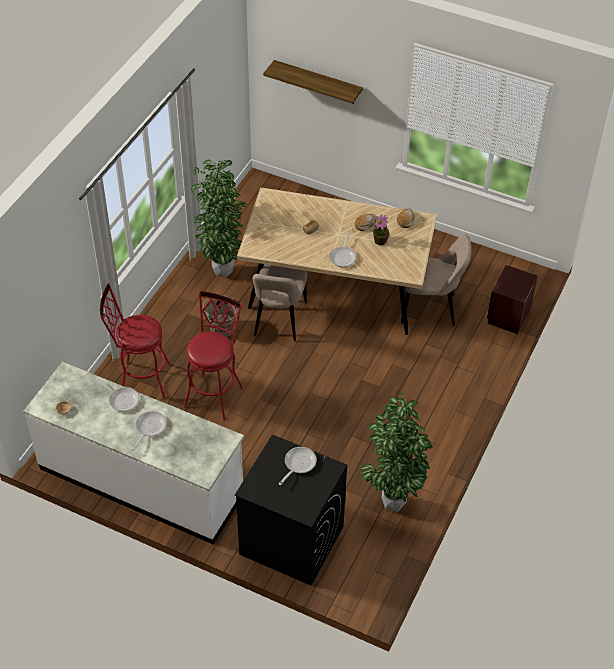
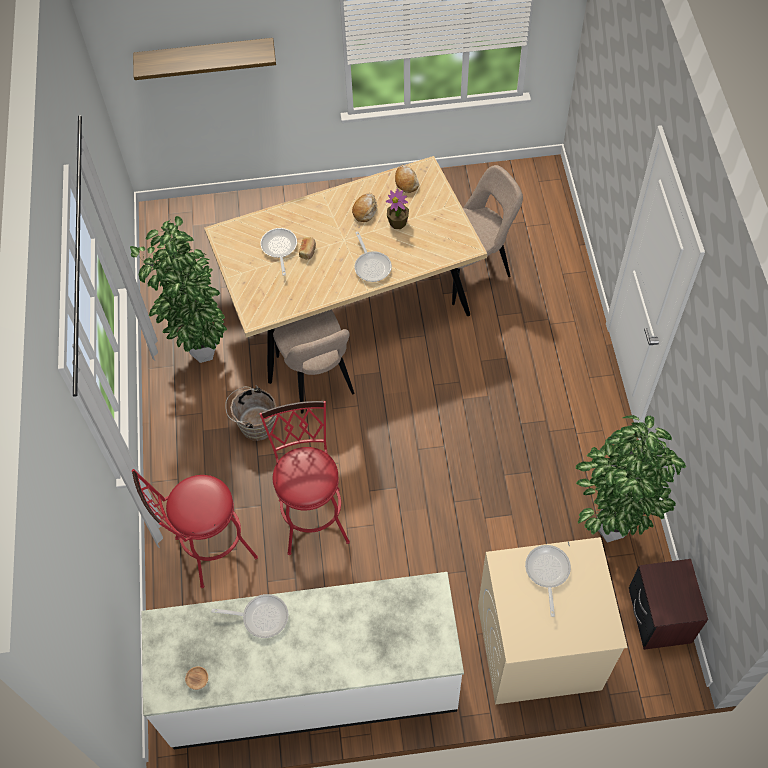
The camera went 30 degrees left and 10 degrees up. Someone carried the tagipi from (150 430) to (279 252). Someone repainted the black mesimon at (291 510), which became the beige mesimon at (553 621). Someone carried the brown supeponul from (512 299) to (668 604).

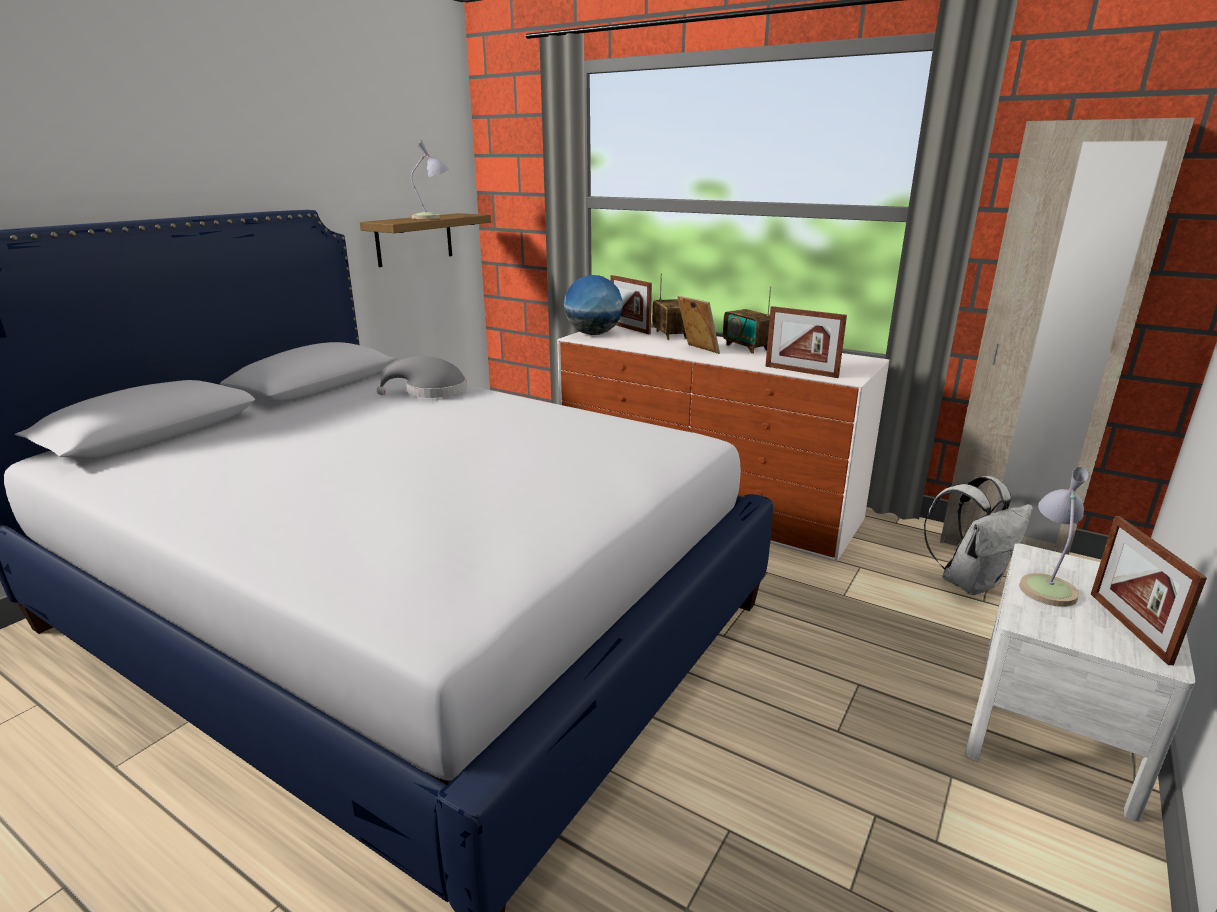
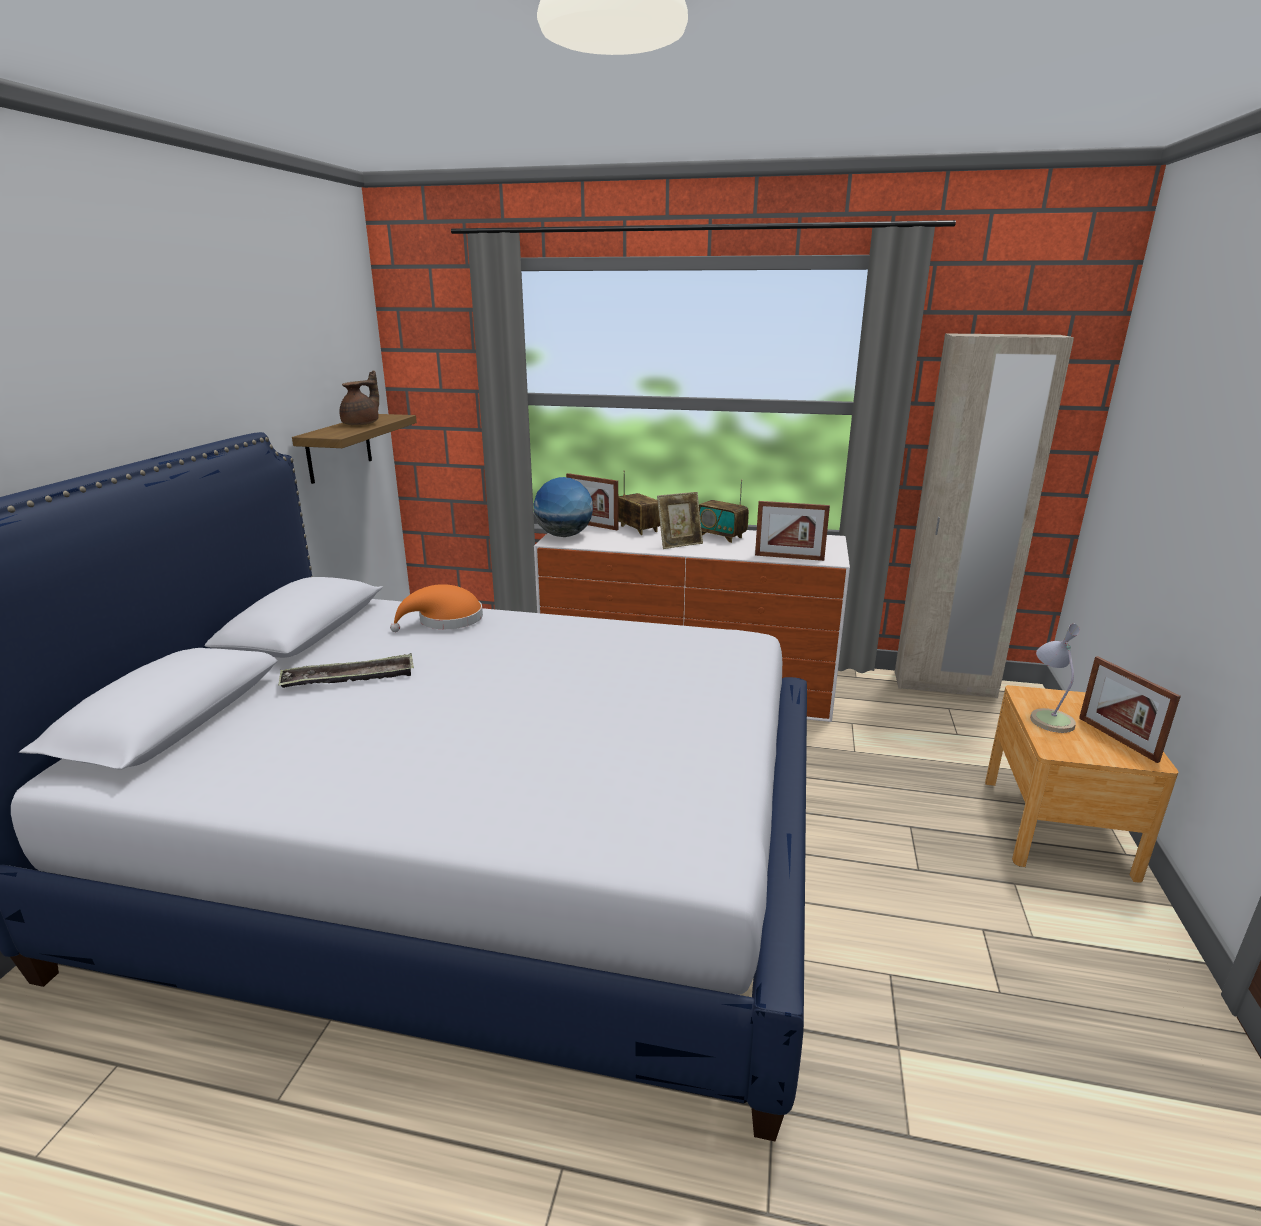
The camera went 20 degrees left and 0 degrees up. Someone repainted the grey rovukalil at (422 377), which became the orange rovukalil at (436 608). Someone swapped the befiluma at (430 179) for the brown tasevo at (359 397). Someone rotated the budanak at (698 325) by 120 degrees clockwise. Someone took away the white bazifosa at (978 535). Someone repainted the white supeponul at (1080 682), which became the brown supeponul at (1081 784). Someone put down the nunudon at (346 670).

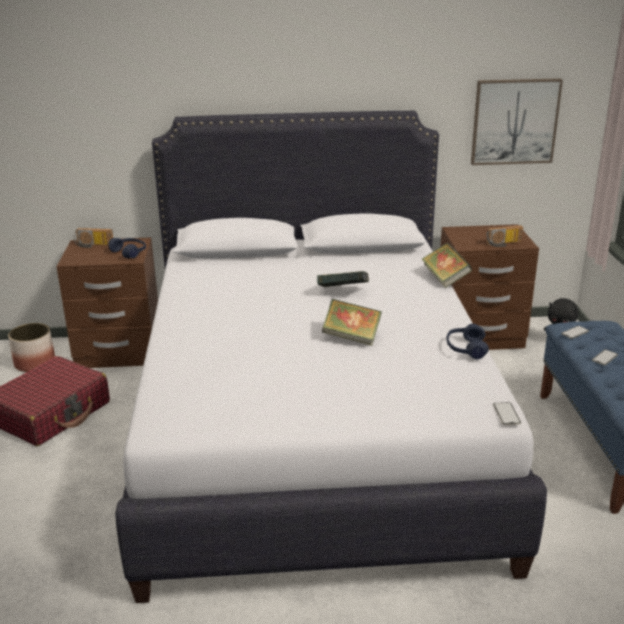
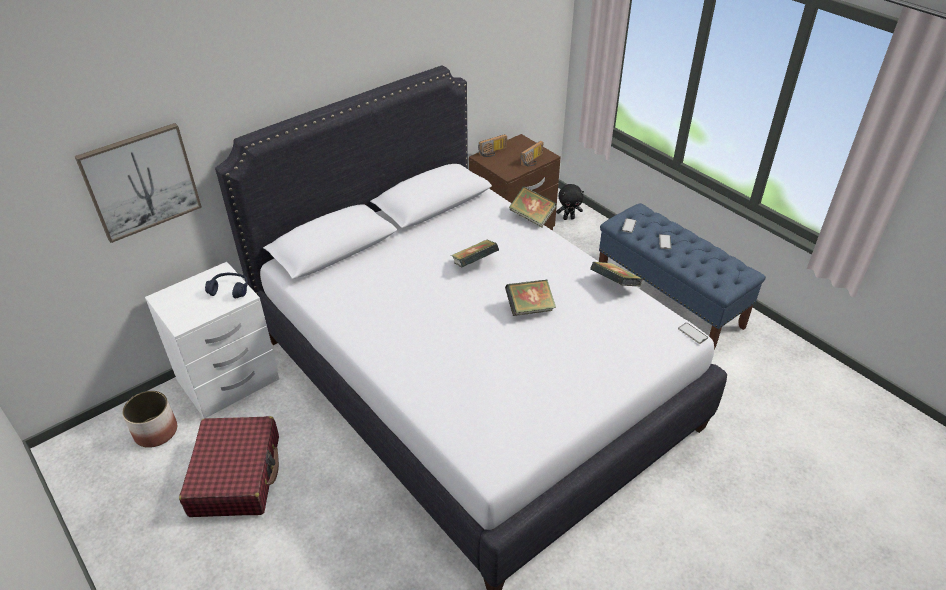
The camera went 35 degrees left and 15 degrees up. Someone repainted the brown supeponul at (107 302), which became the white supeponul at (212 340). Someone carried the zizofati from (93 238) to (492 145). Someone swapped the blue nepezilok at (468 342) for the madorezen at (616 274). Someone carried the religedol from (517 121) to (138 183).

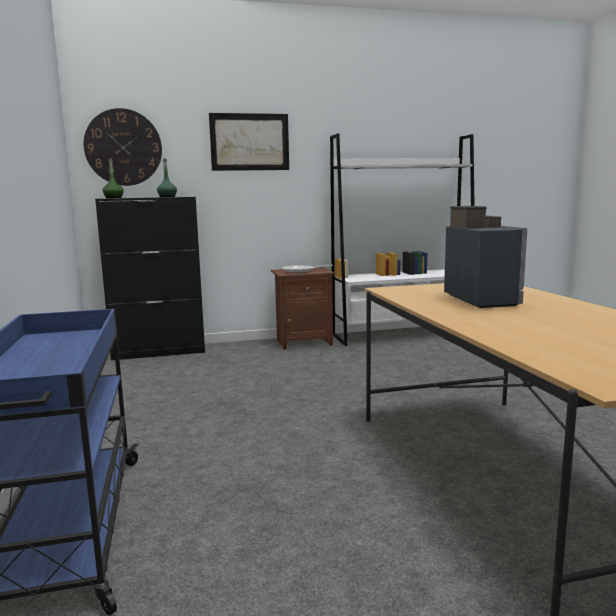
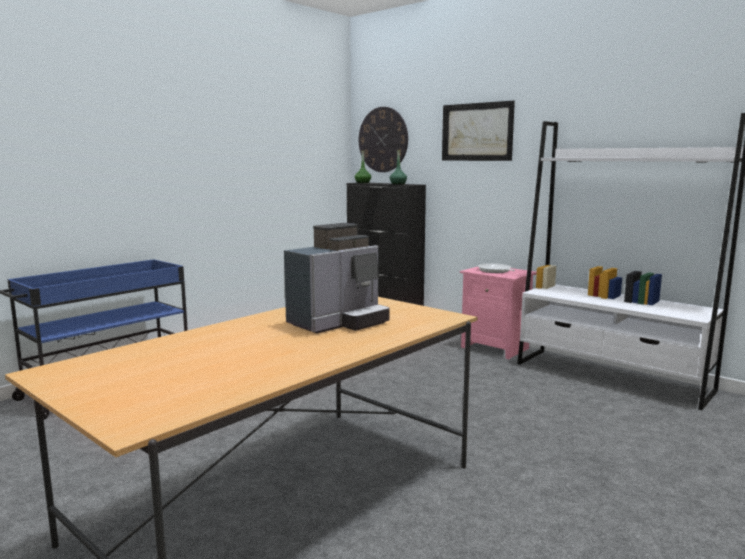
The camera went 55 degrees right and 0 degrees up. Someone repainted the brown supeponul at (303 308), which became the pink supeponul at (498 313).

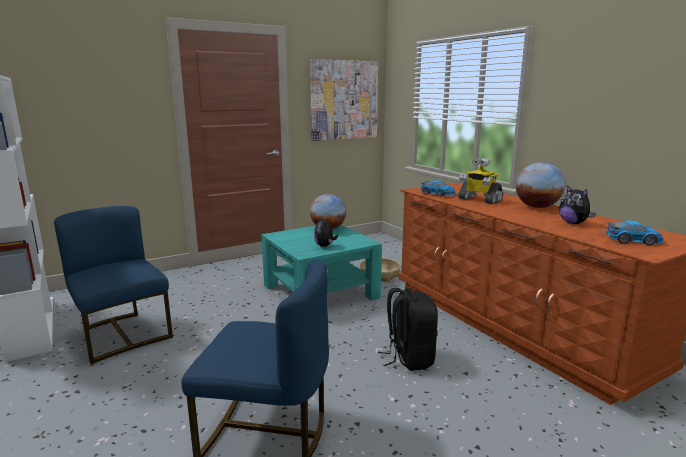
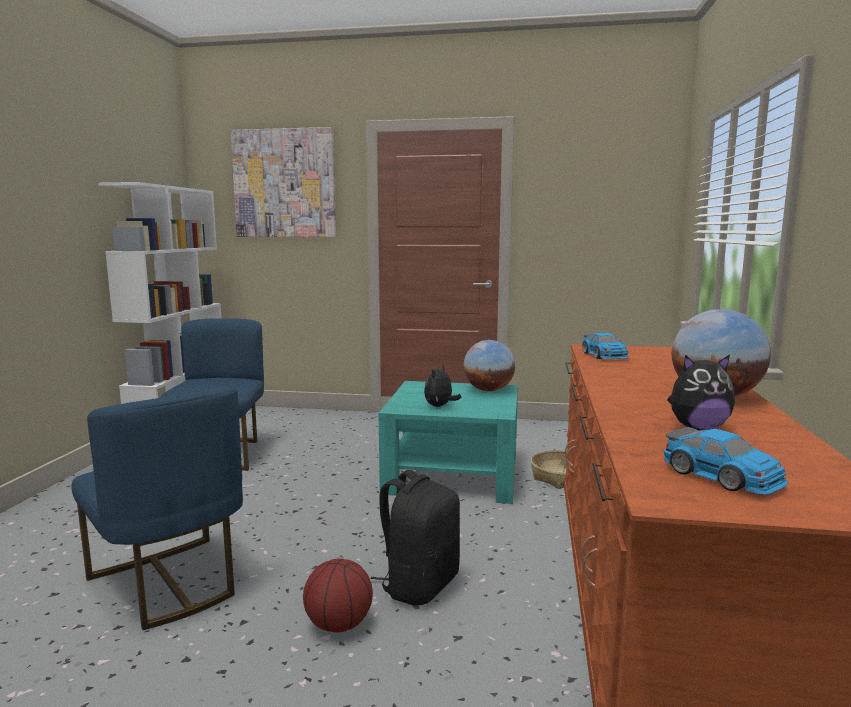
The camera went 40 degrees right and 5 degrees down. Someone carried the religedol from (344 100) to (283 182). Someone took away the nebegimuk at (480 181). Someone rotated the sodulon at (577 204) by 105 degrees counterclockwise. Someone put down the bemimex at (338 596).

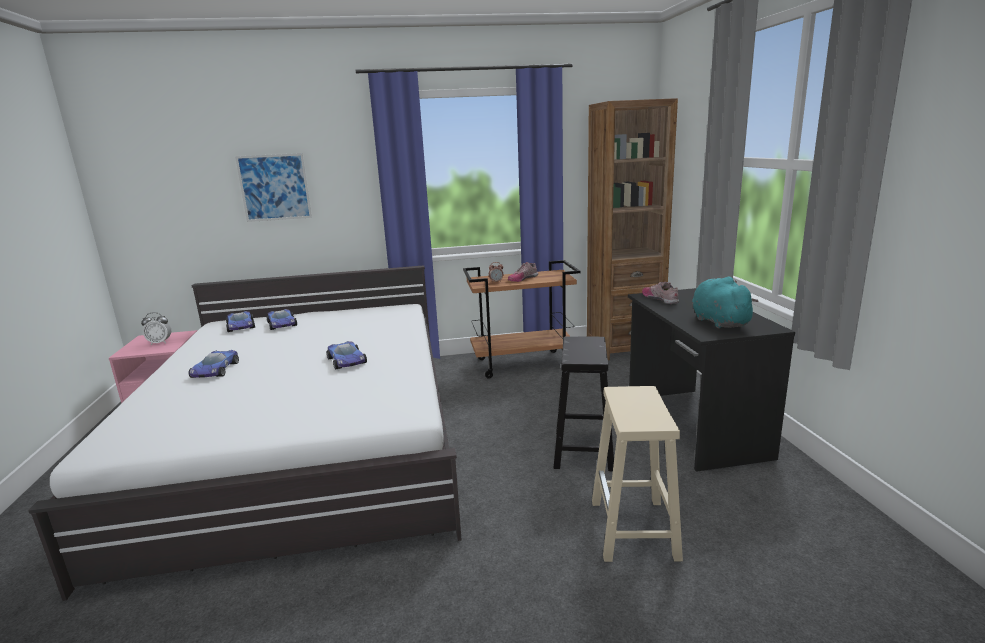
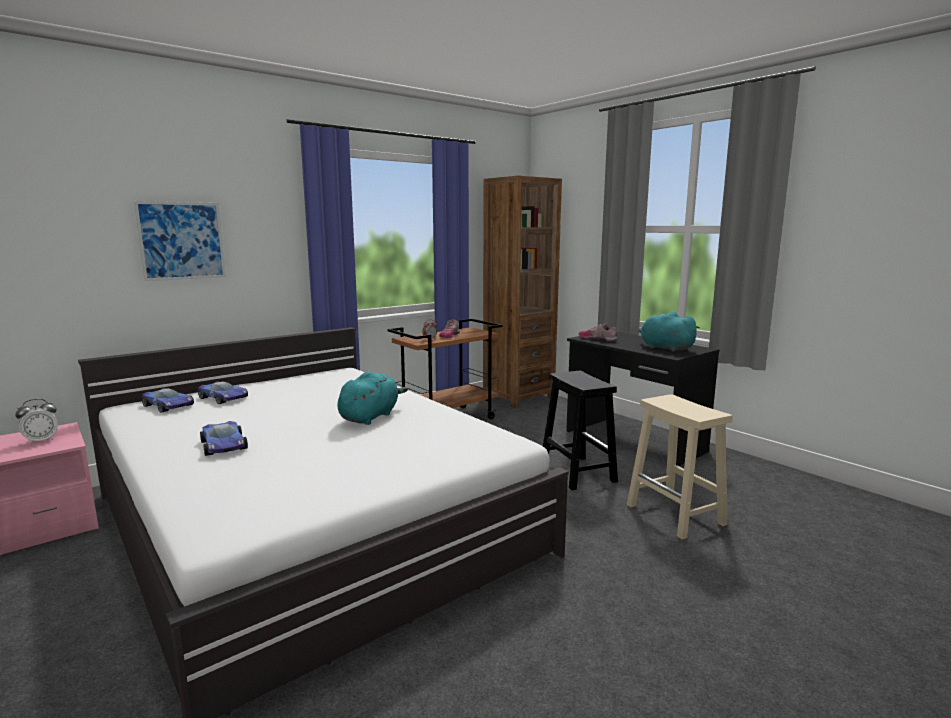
The camera went 30 degrees left and 5 degrees down. Someone swapped the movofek at (346 355) for the turquoise sodulon at (373 398).

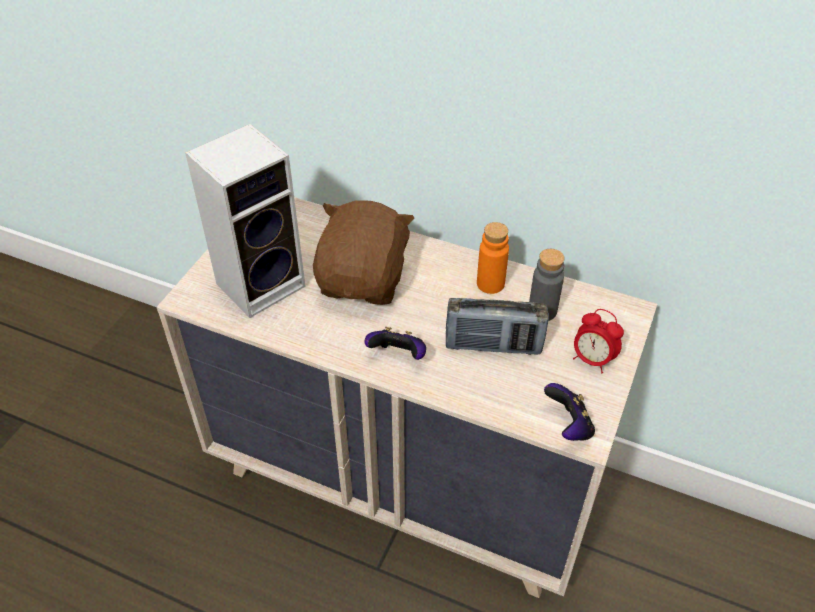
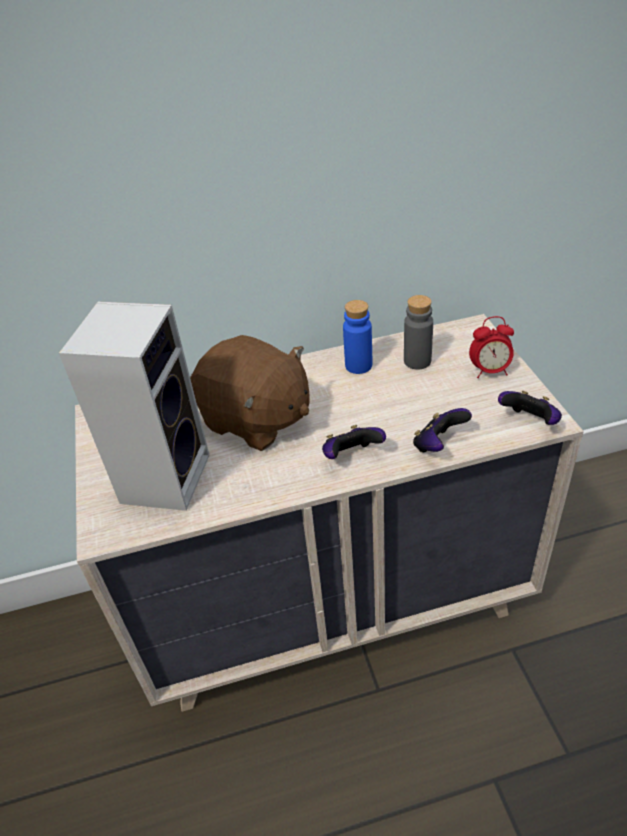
The camera went 35 degrees left and 5 degrees down. Someone rotated the brown sodulon at (363 252) by 150 degrees clockwise. Someone took away the zizofati at (497 326). Someone repainted the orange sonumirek at (493 258), which became the blue sonumirek at (357 337). Someone put down the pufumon at (442 430).

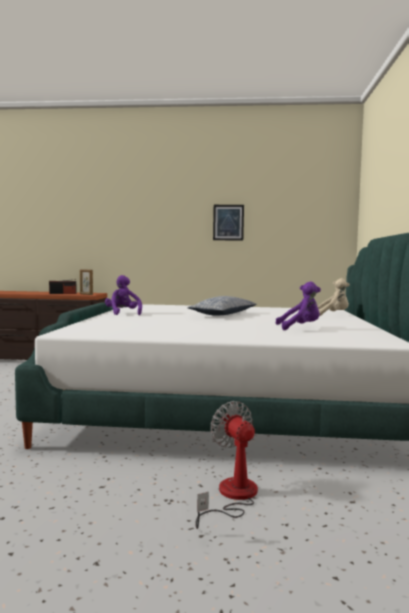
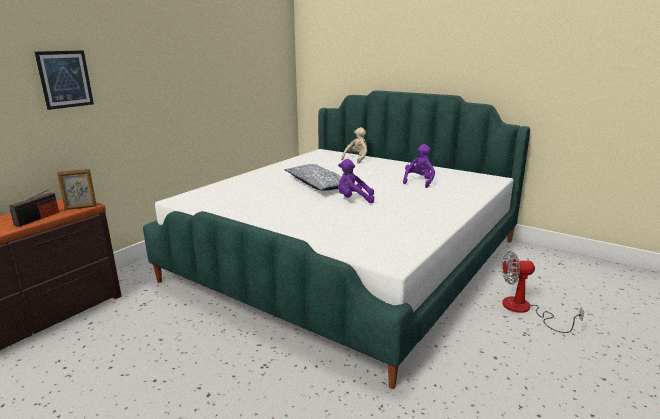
The camera went 60 degrees left and 15 degrees up. Someone carried the purple sodulon from (123 295) to (356 181). Someone carried the religedol from (228 223) to (64 80).

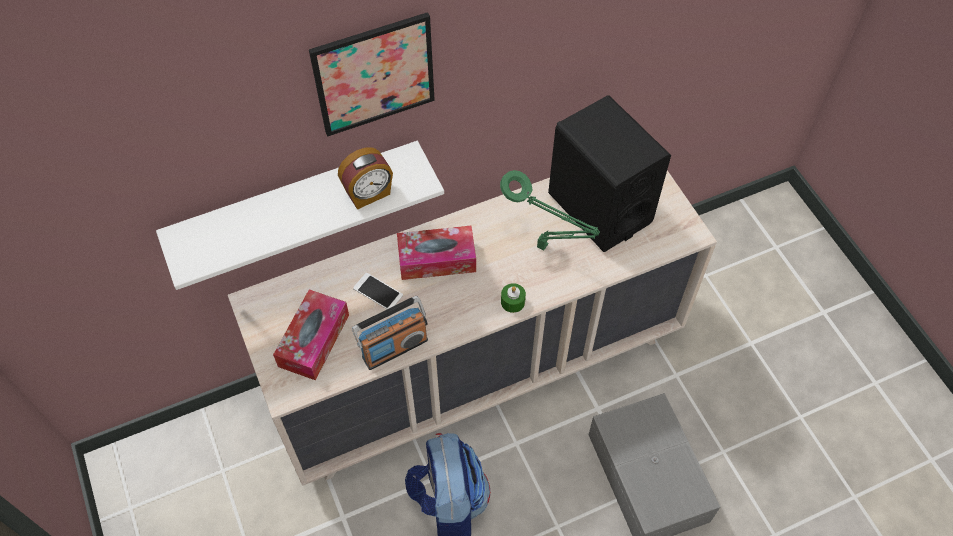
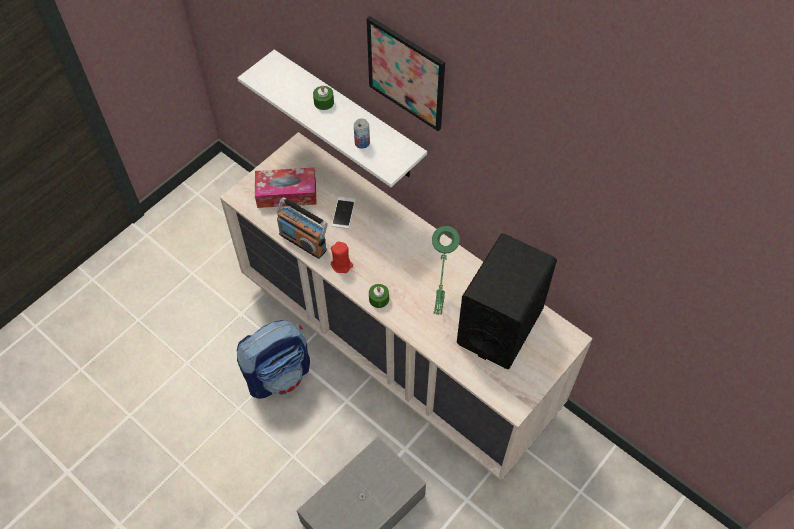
The camera went 65 degrees right and 0 degrees up. Someone swapped the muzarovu at (365 178) for the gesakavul at (362 134). Someone took away the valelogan at (436 253). Someone put down the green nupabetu at (323 97). Someone put down the red nupabetu at (342 257).

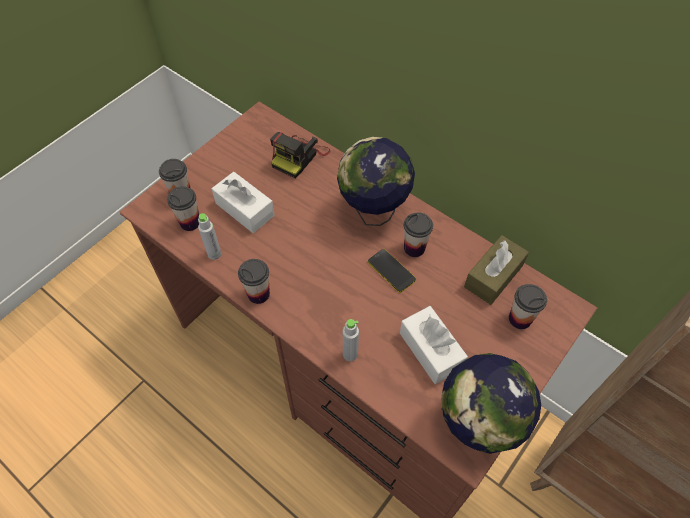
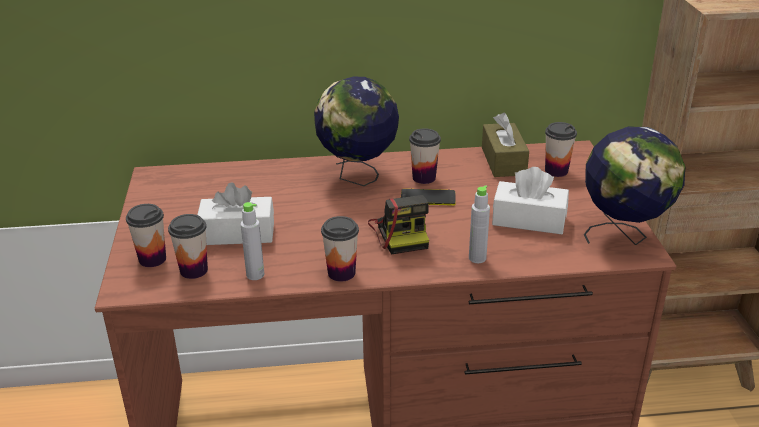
The camera went 45 degrees left and 25 degrees down. Someone carried the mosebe from (300 155) to (398 224).

